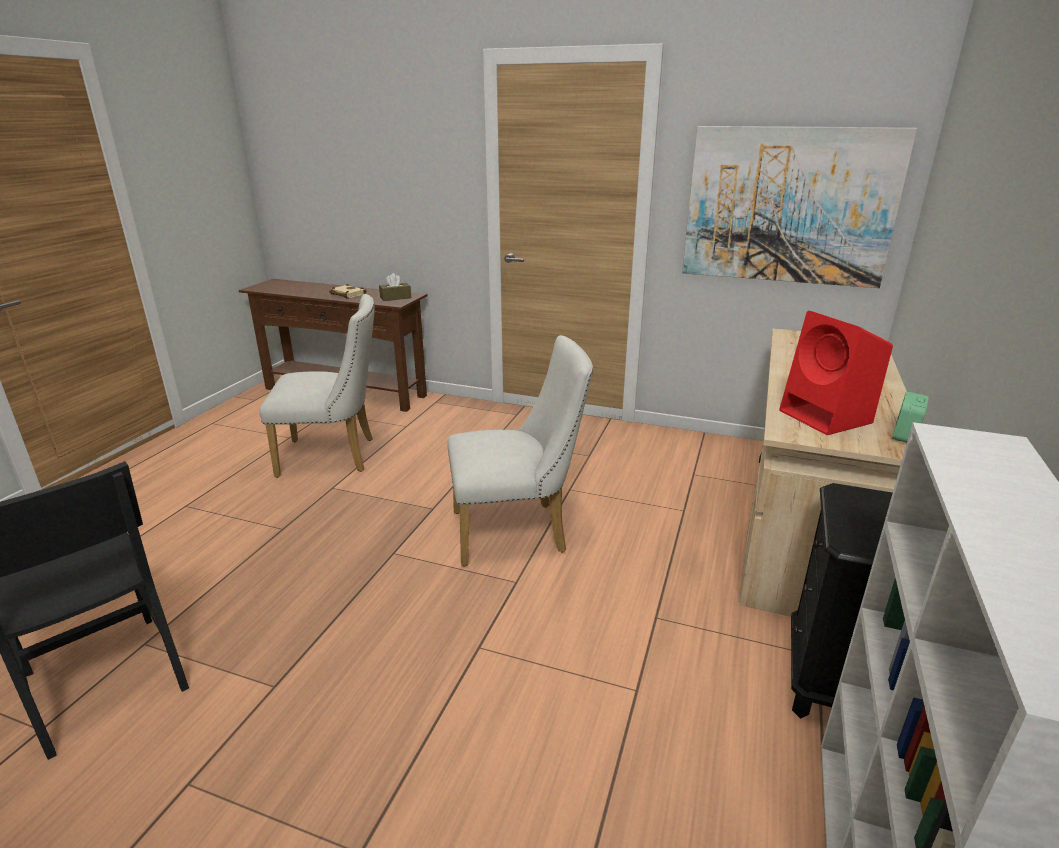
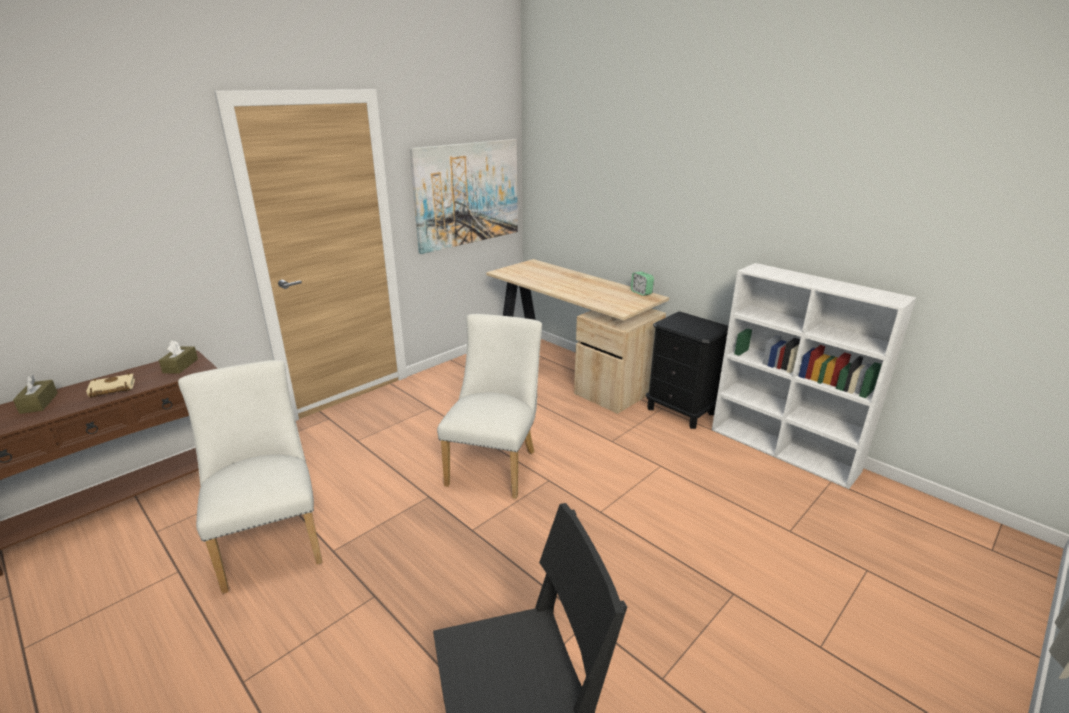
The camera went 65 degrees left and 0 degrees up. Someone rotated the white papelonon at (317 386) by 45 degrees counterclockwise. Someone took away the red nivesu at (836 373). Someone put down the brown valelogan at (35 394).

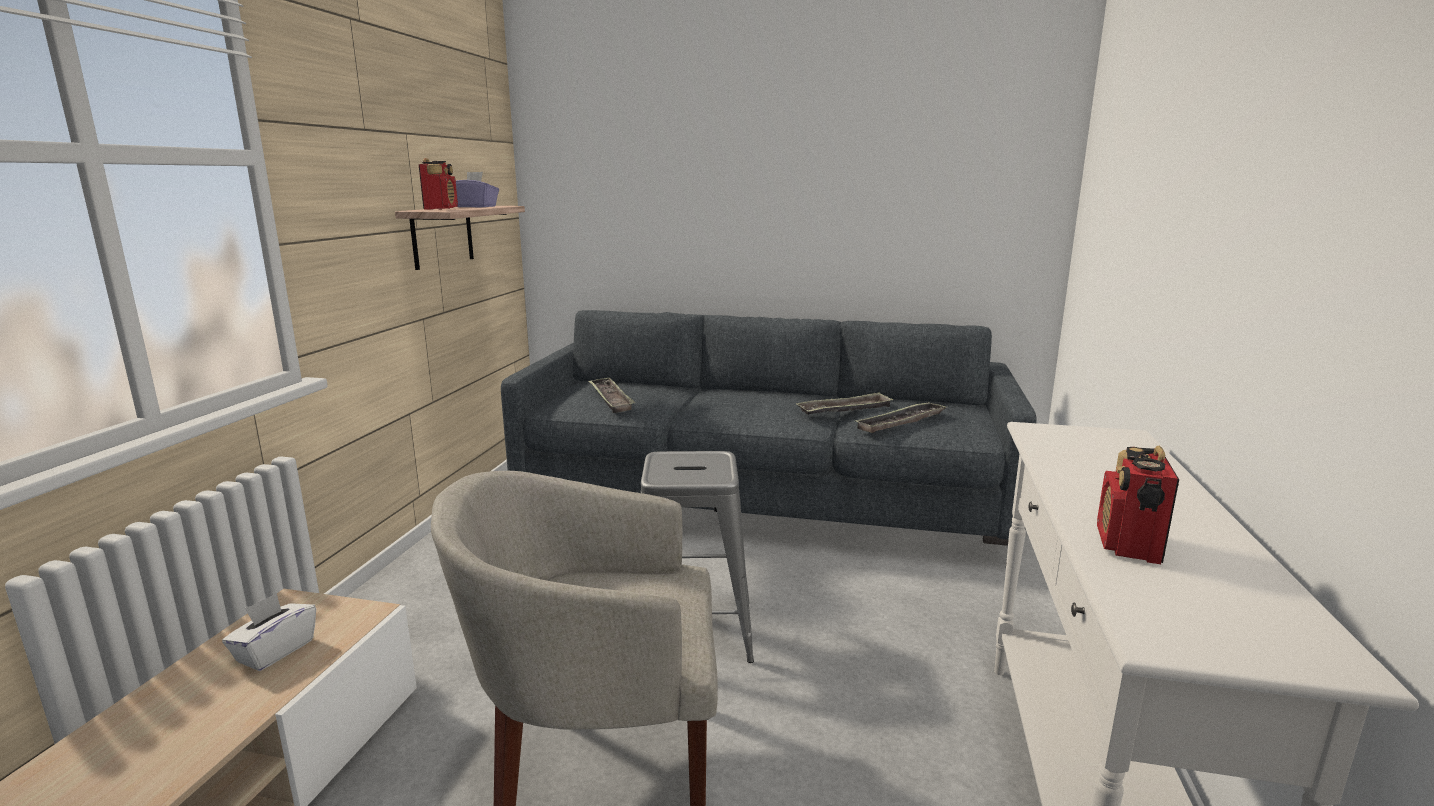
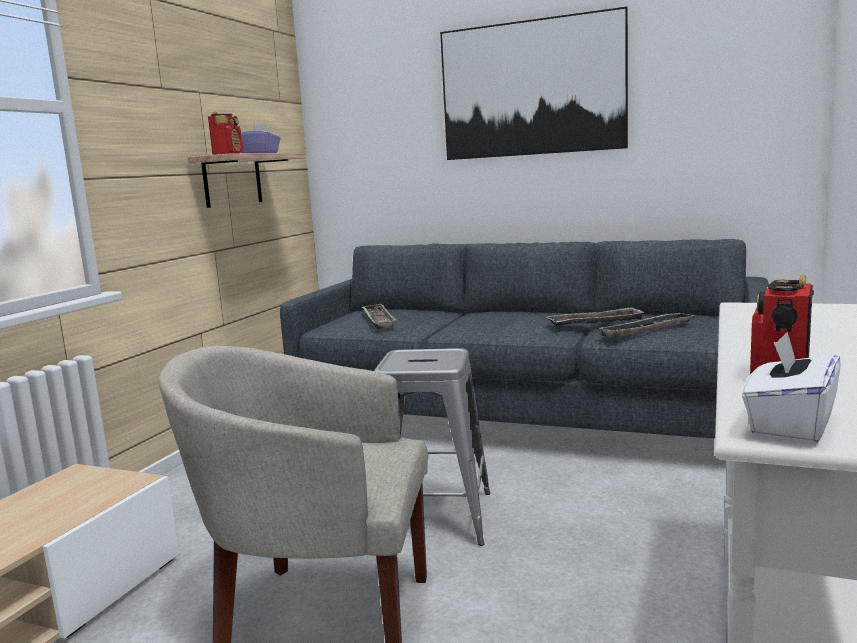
The camera went 10 degrees right and 5 degrees down. Someone carried the white valelogan from (269 632) to (791 388). Someone put up the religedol at (534 83).

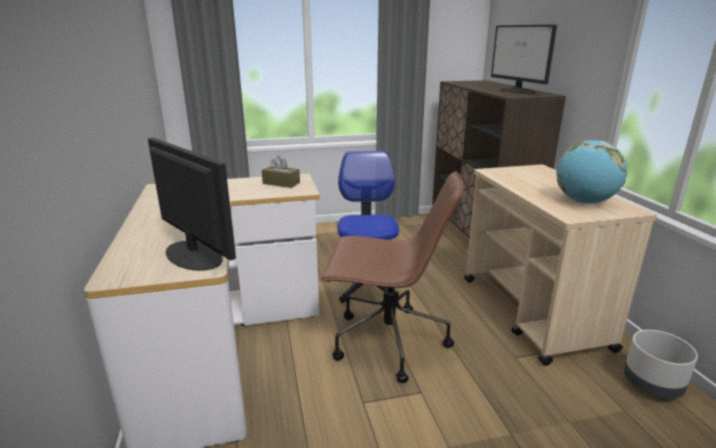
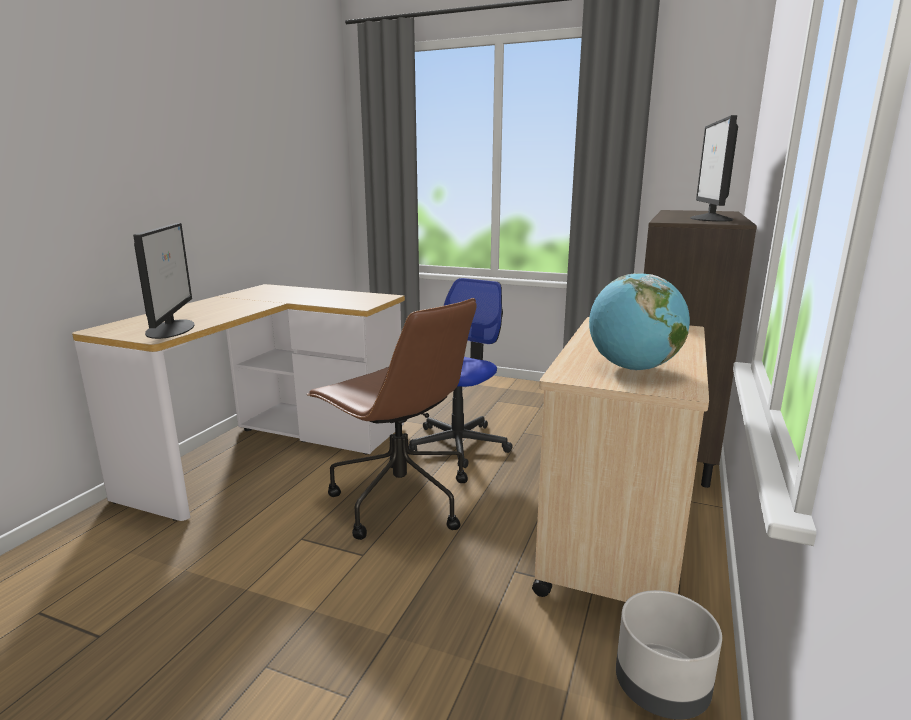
The camera went 35 degrees right and 5 degrees down. Someone took away the brown valelogan at (281 172).

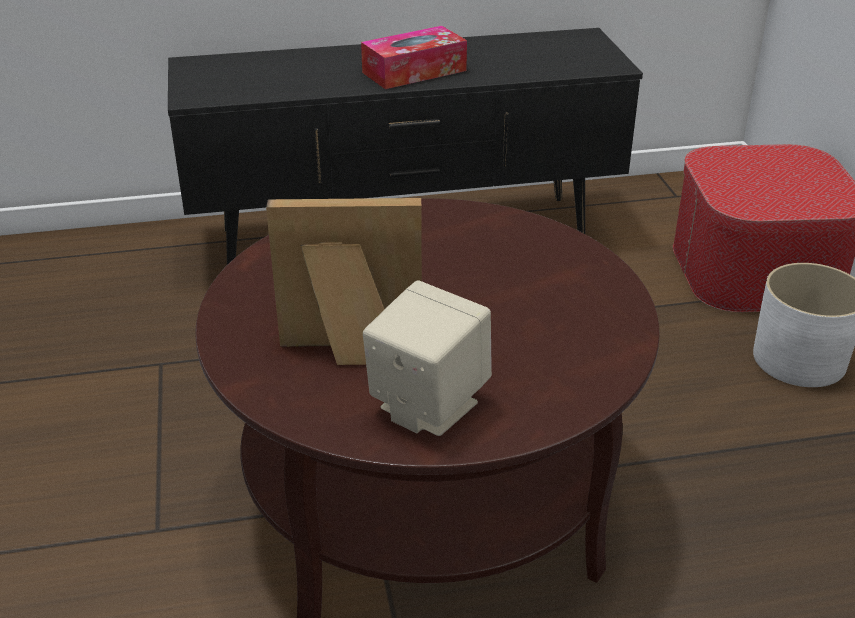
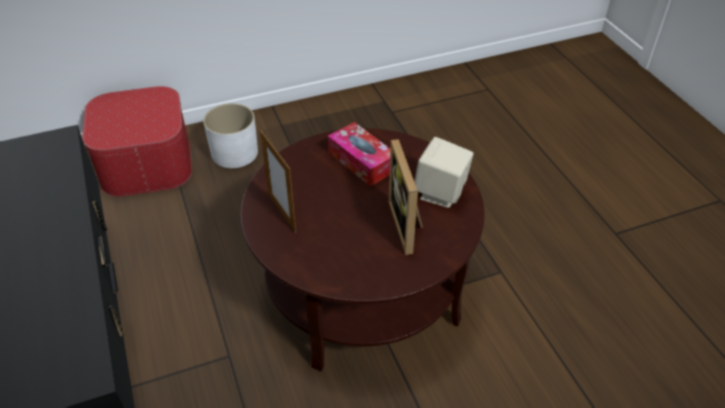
The camera went 100 degrees left and 10 degrees up. Someone carried the valelogan from (414 57) to (359 154). Someone put down the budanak at (278 181).

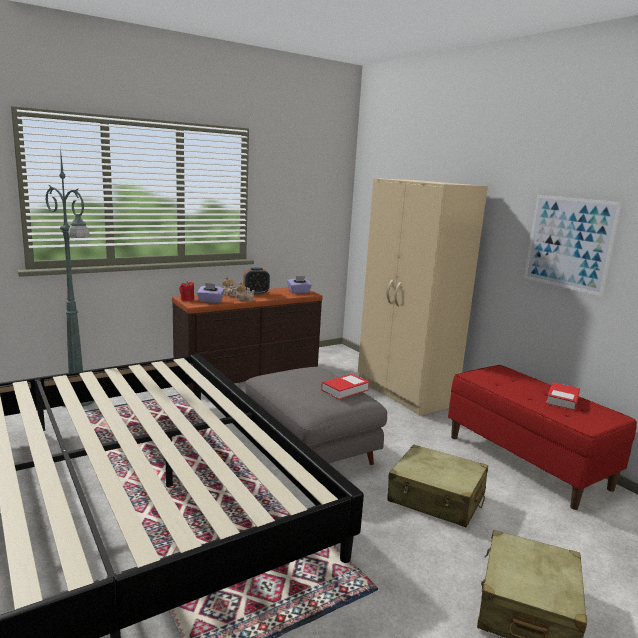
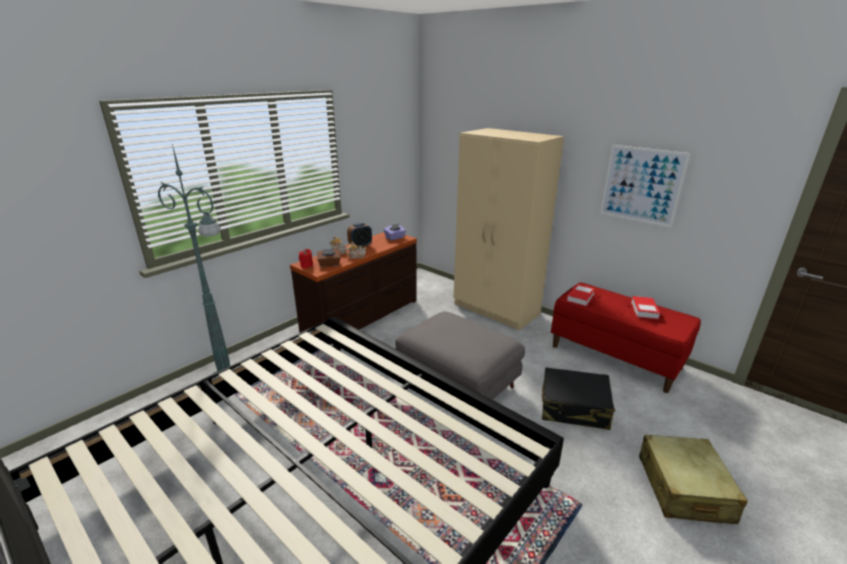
The camera went 15 degrees left and 10 degrees up. Someone repainted the purple valelogan at (210 293), which became the brown valelogan at (329 258). Someone carried the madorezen from (345 387) to (580 295). Someone repainted the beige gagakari at (437 485), which became the black gagakari at (579 398).

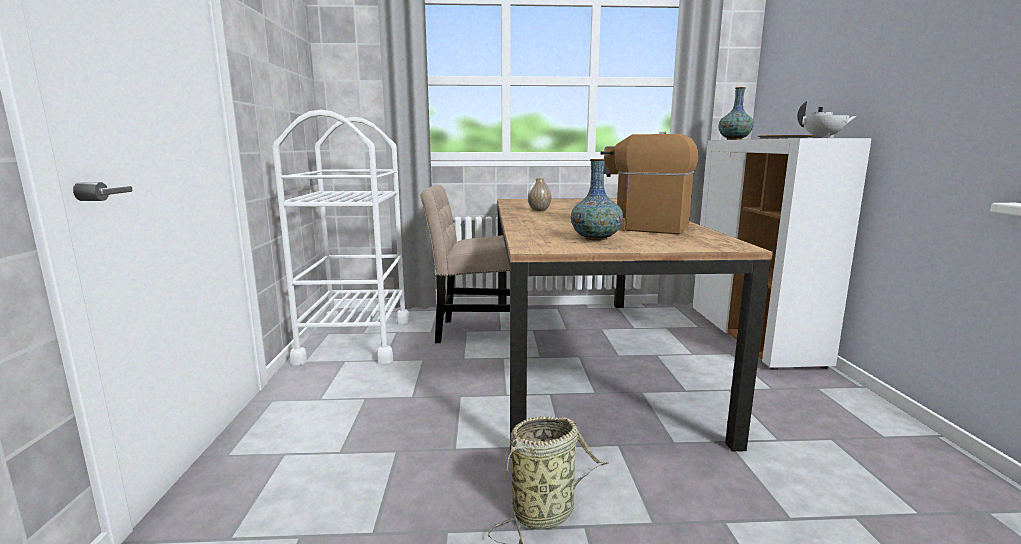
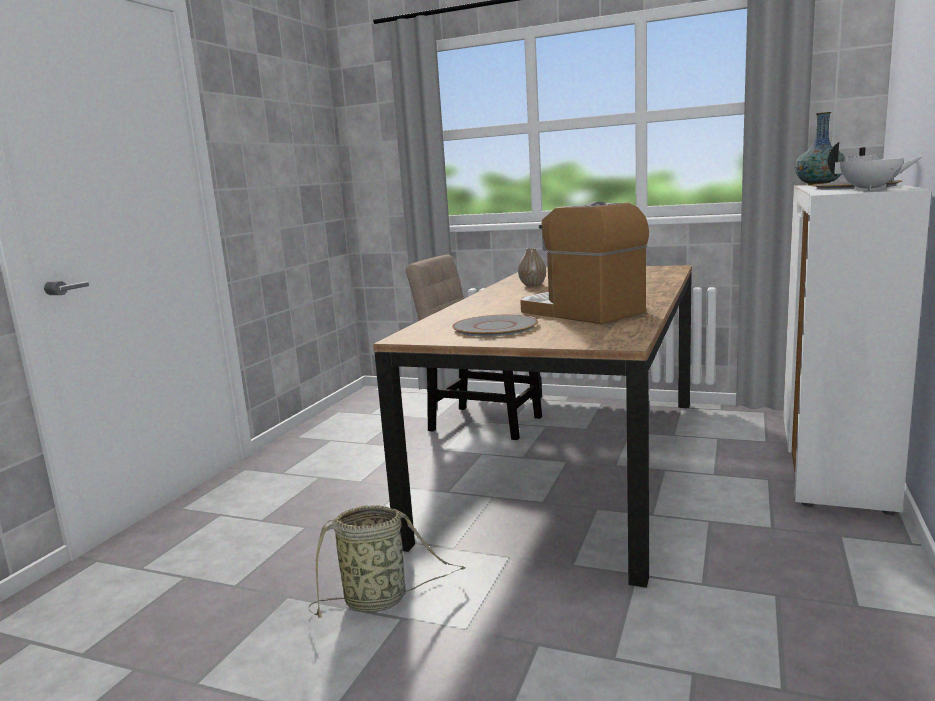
The camera went 25 degrees right and 0 degrees up. Someone took away the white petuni at (341 237). Someone swapped the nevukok at (597 199) for the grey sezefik at (495 326).

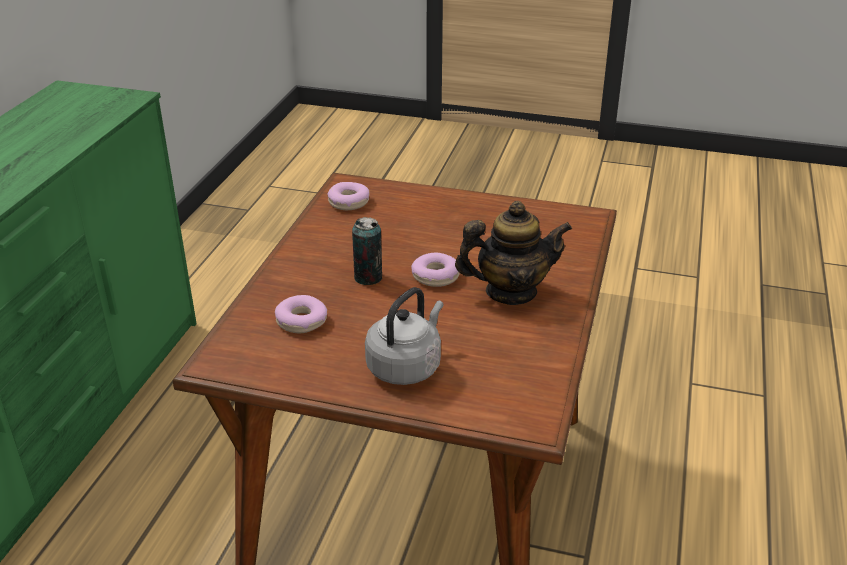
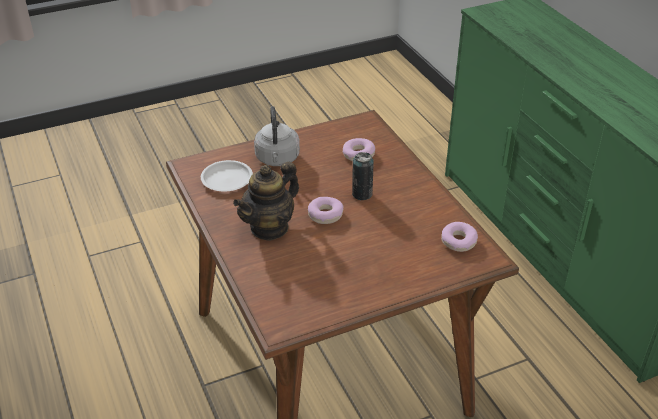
The camera went 140 degrees right and 5 degrees up. Someone put down the white sezefik at (227 175).

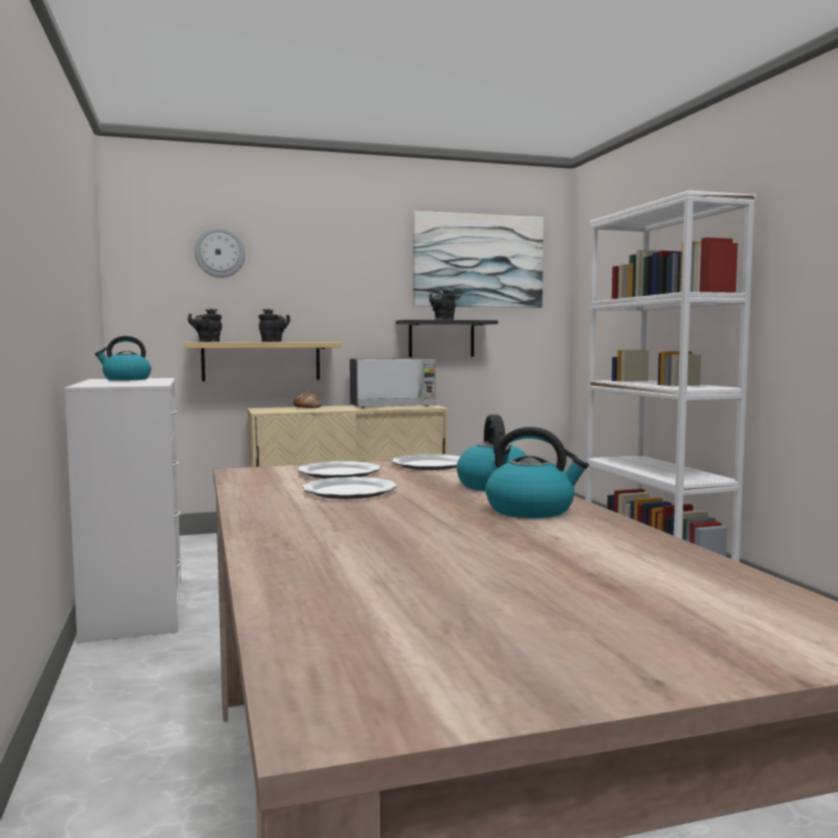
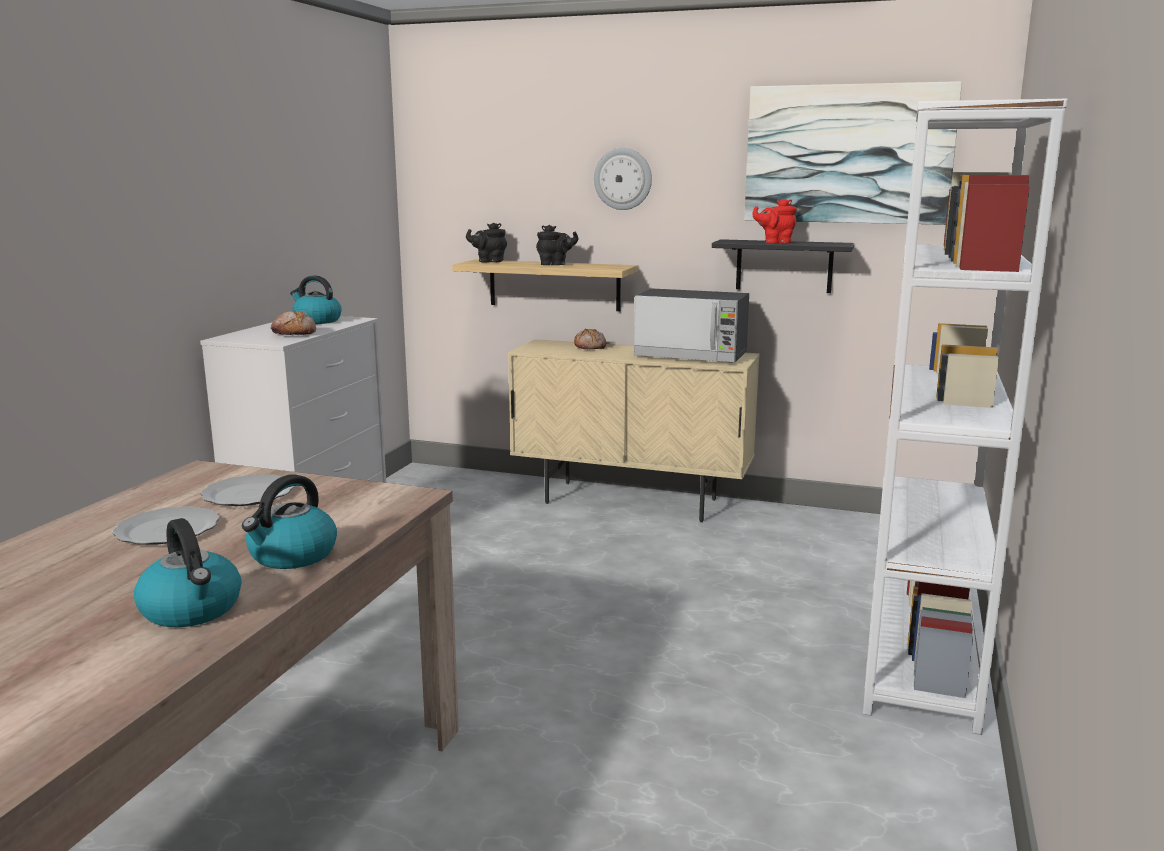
The camera went 35 degrees right and 10 degrees up. Someone carried the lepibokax from (219 252) to (623 179). Someone took away the sezefik at (425 462). Someone repainted the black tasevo at (442 304), which became the red tasevo at (774 221). Someone put down the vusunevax at (293 322).

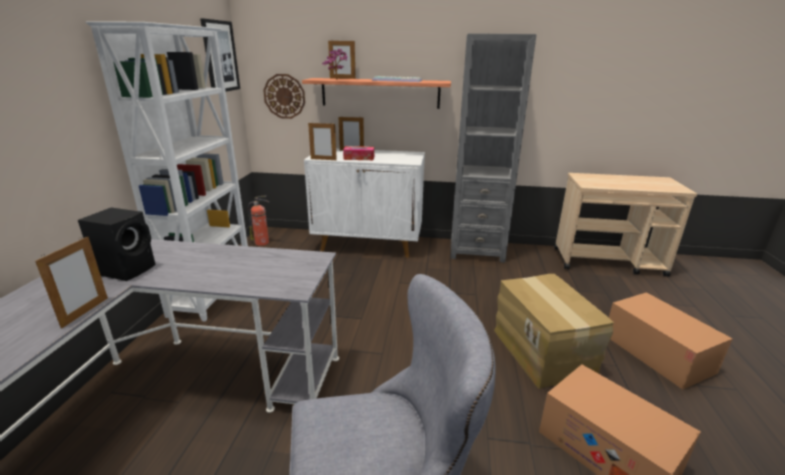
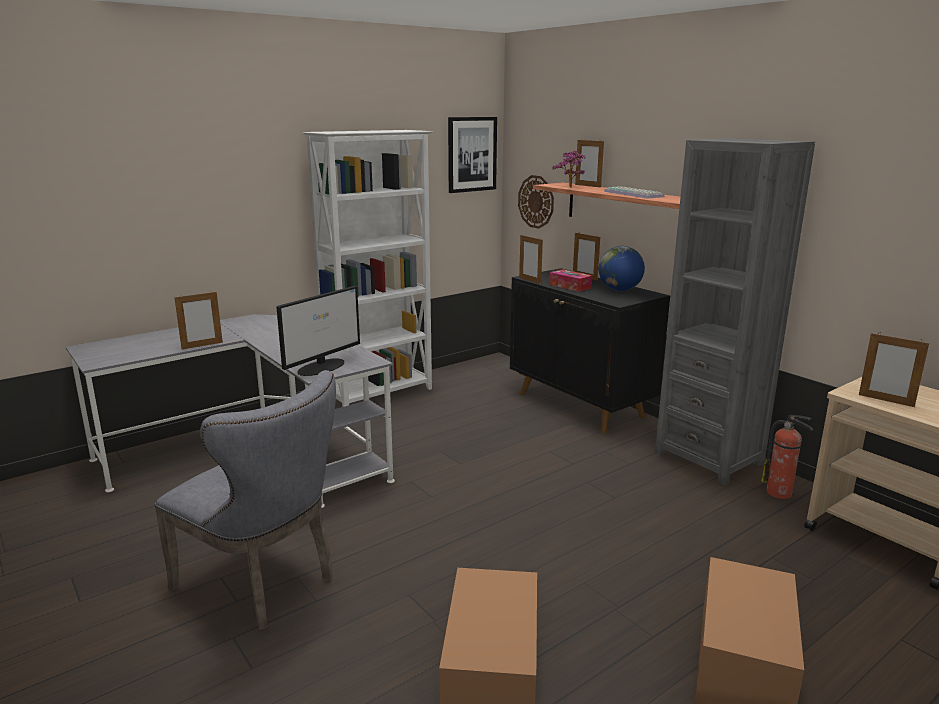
The camera went 45 degrees right and 5 degrees down. Someone took away the black nivesu at (117 244). Someone carried the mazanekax from (258 221) to (787 457). Someone repainted the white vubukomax at (364 203), which became the black vubukomax at (590 350). Someone took away the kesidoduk at (554 331). Someone put down the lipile at (318 331). Someone put down the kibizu at (622 268). Someone put down the budanak at (894 369).

